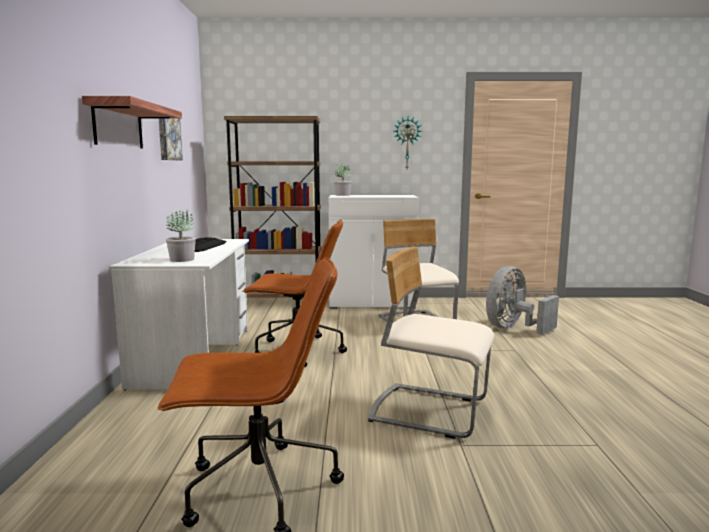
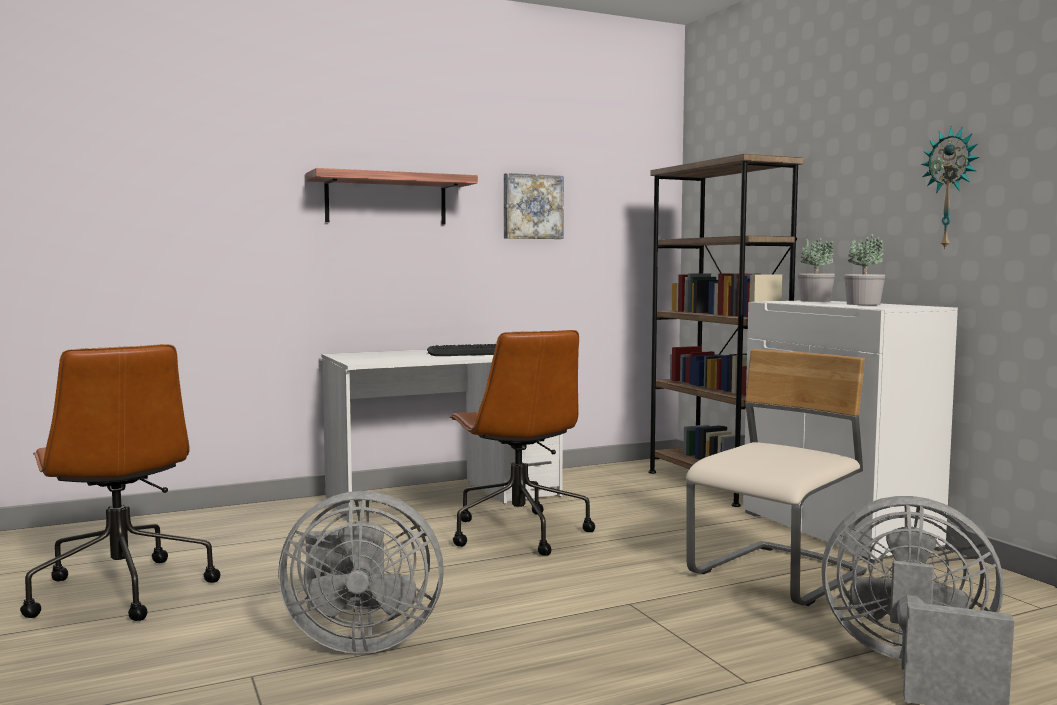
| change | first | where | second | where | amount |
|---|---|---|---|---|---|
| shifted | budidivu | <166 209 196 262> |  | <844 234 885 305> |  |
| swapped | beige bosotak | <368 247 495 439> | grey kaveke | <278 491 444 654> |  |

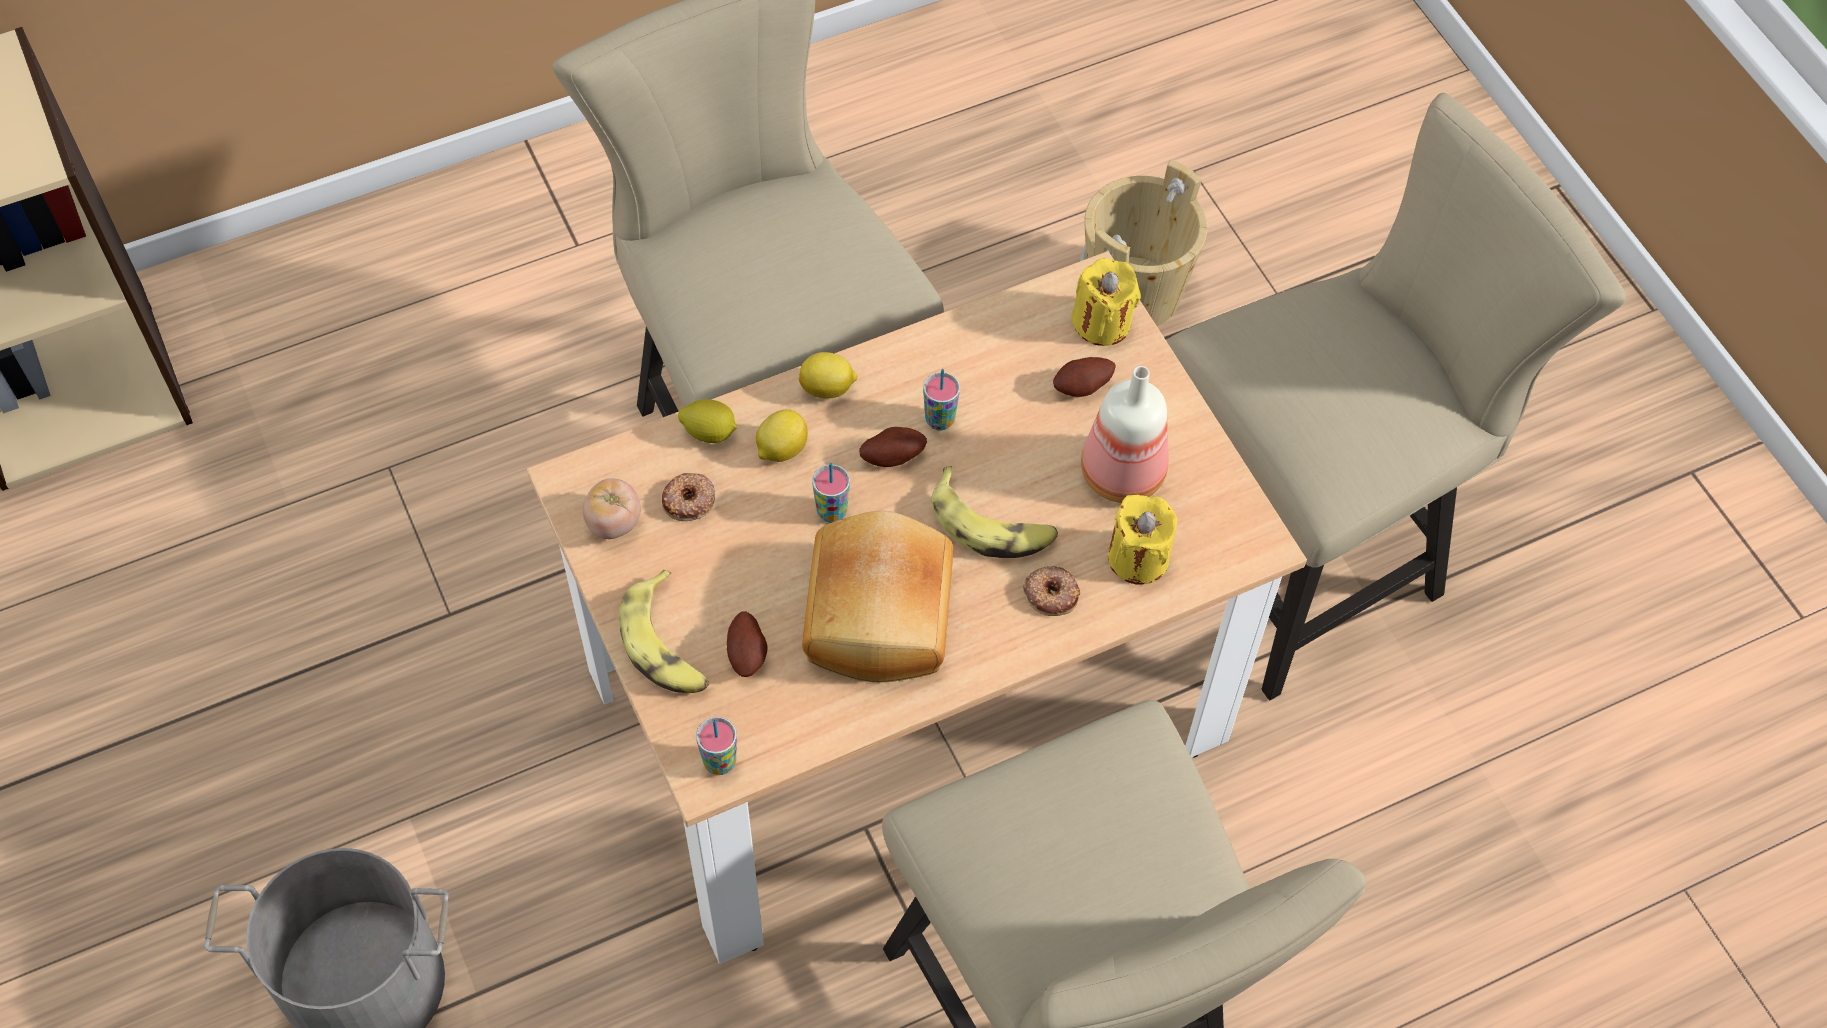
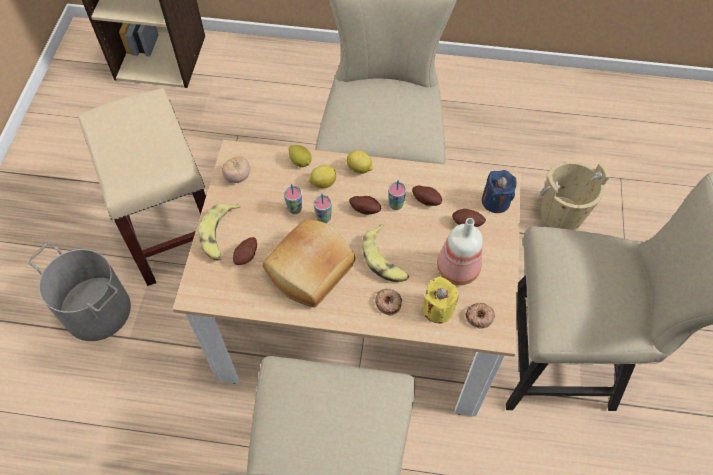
| change | first | where | second | where | amount |
|---|---|---|---|---|---|
| new |  |  | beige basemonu | <78 88 206 286> |  |
| new |  |  | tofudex | <412 186 442 206> |  |
| shifted | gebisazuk | <662 473 715 521> |  | <465 303 495 329> |  |
| shifted | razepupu | <696 717 737 775> |  | <284 184 302 214> |  |
| repainted | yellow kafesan | <1071 258 1141 346> | blue kafesan | <482 170 517 213> |  |

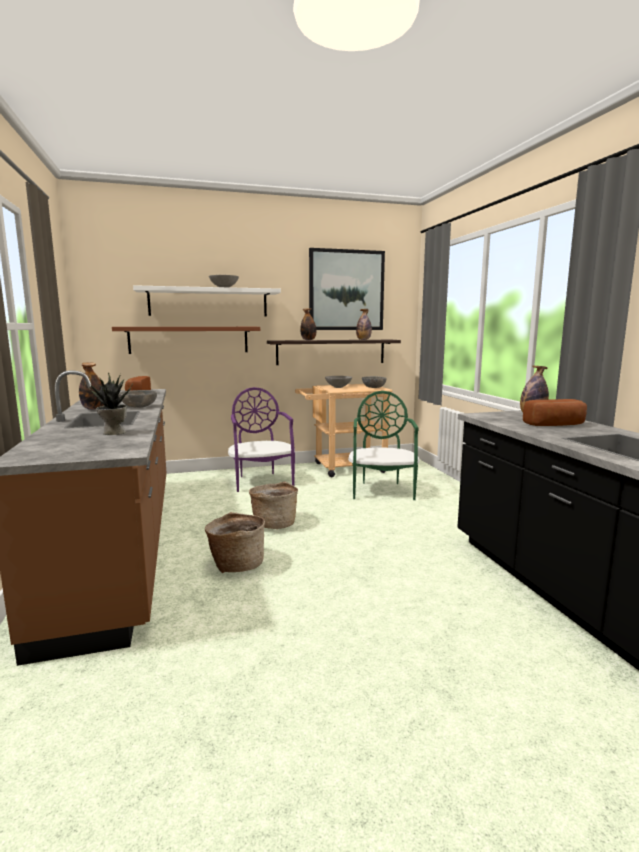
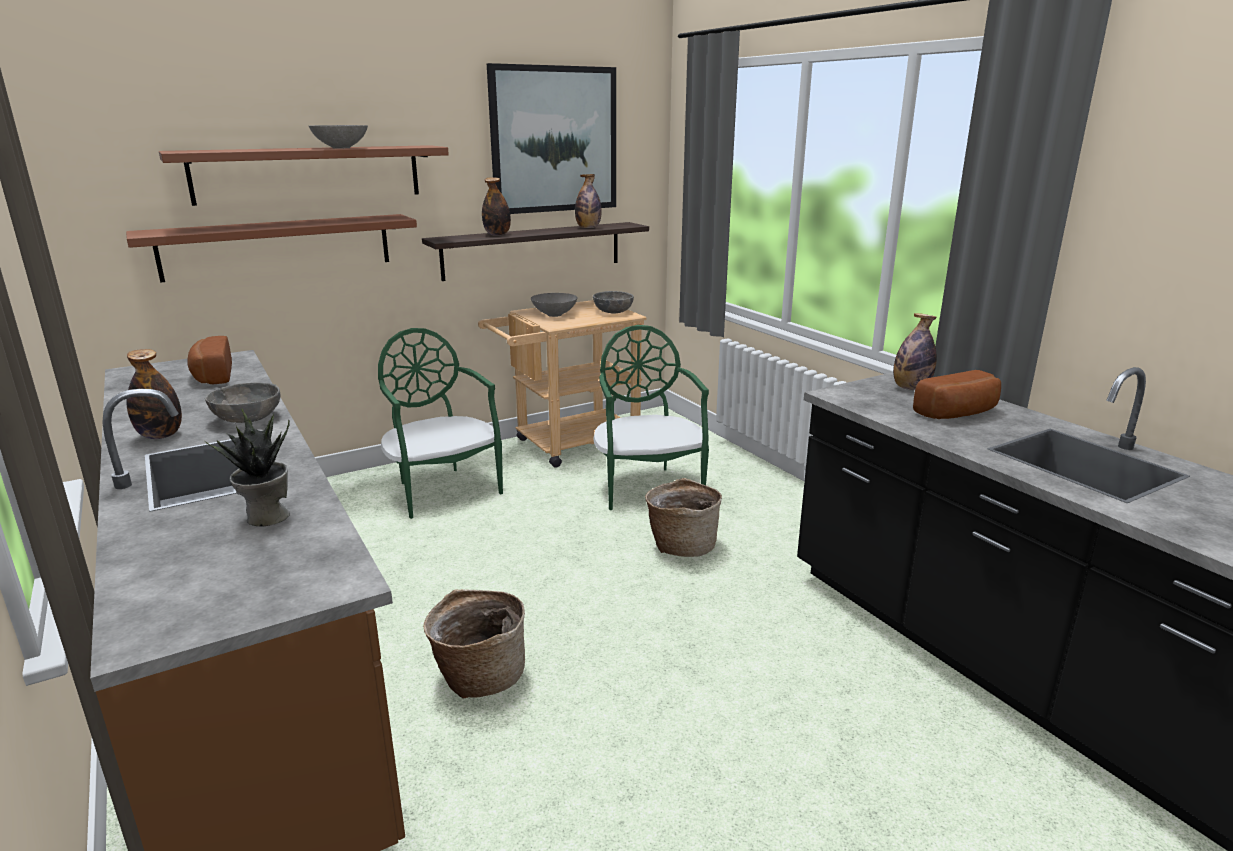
| change | first | where | second | where | amount |
|---|---|---|---|---|---|
| shifted | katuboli | <249 482 298 529> |  | <645 478 722 557> |  |
| repainted | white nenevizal | <133 285 281 316> | brown nenevizal | <159 145 449 206> |  |
| repainted | purple bosotak | <228 387 295 492> | green bosotak | <378 328 503 519> |  |

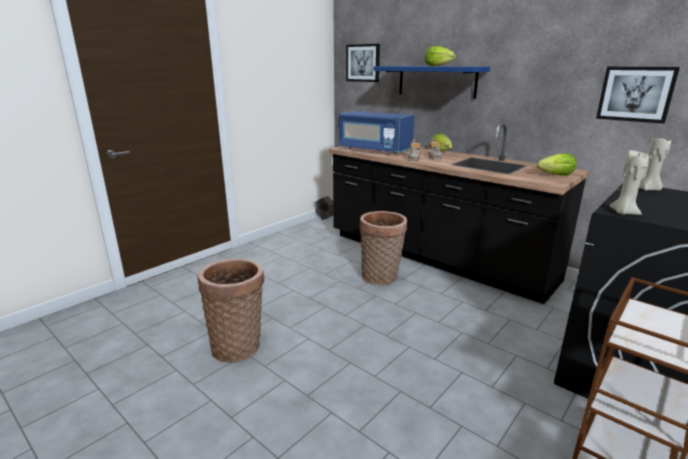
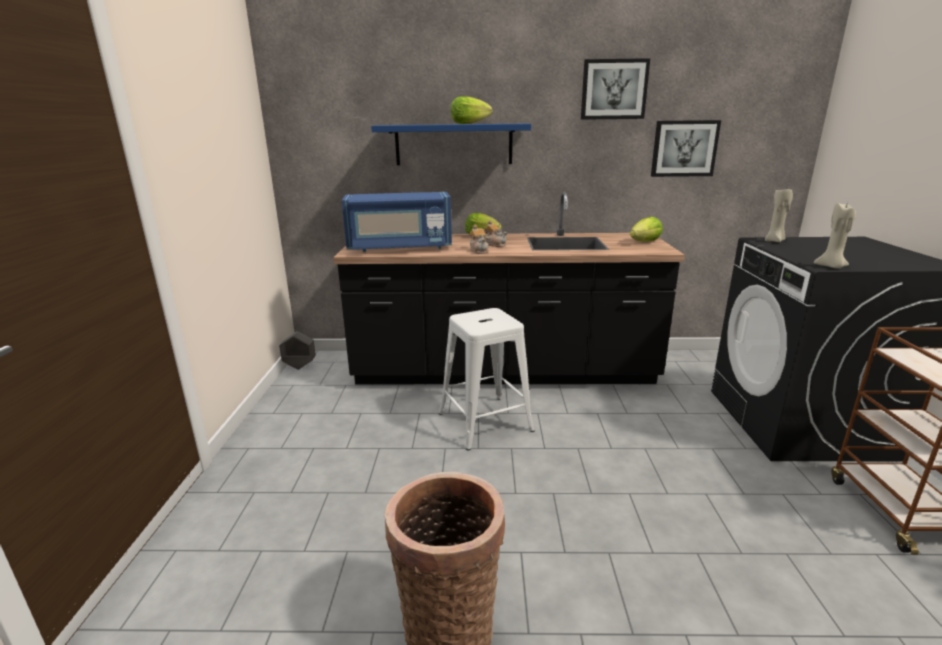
| change | first | where | second | where | amount |
|---|---|---|---|---|---|
| shifted | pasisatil | <346 44 380 82> |  | <581 58 650 120> |  |
| swapped | katuboli | <359 211 407 285> | white basemonu | <439 308 535 451> |  |

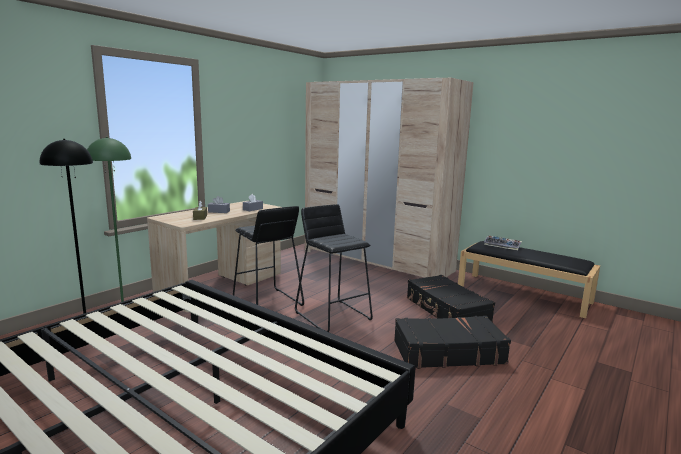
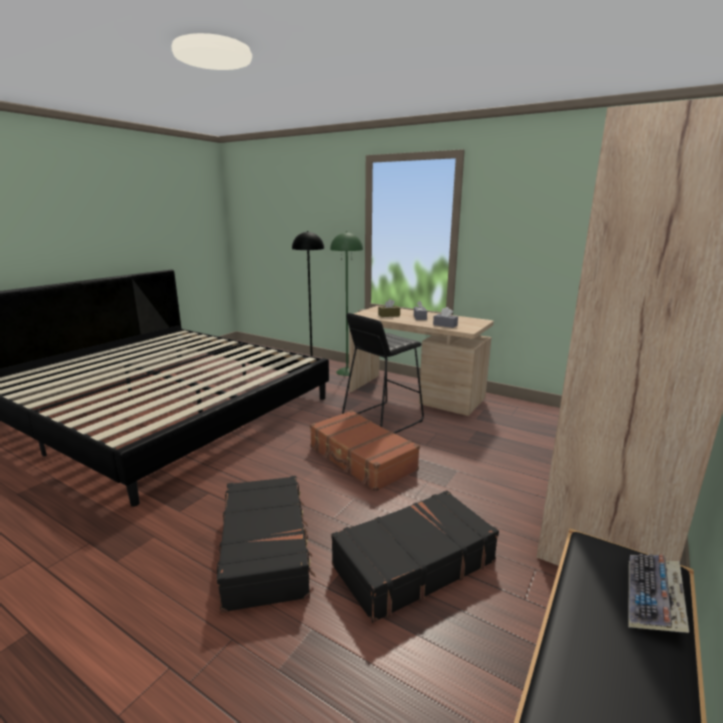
| change | first | where | second | where | amount |
|---|---|---|---|---|---|
| swapped | black basemonu | <295 204 373 332> | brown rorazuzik | <310 410 420 492> |  |

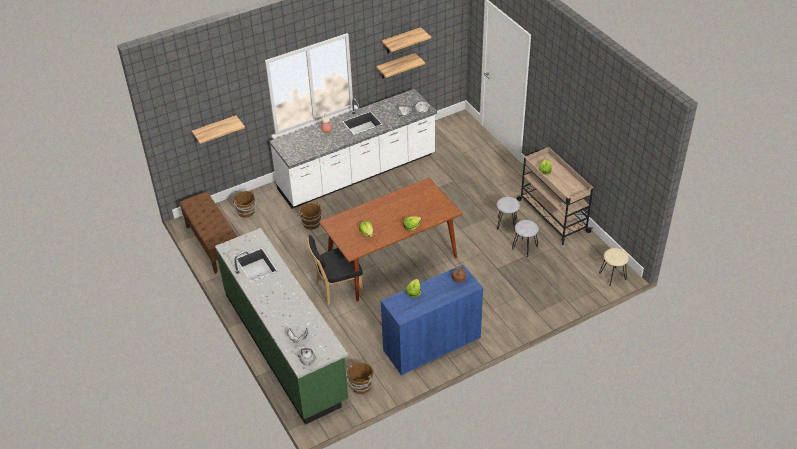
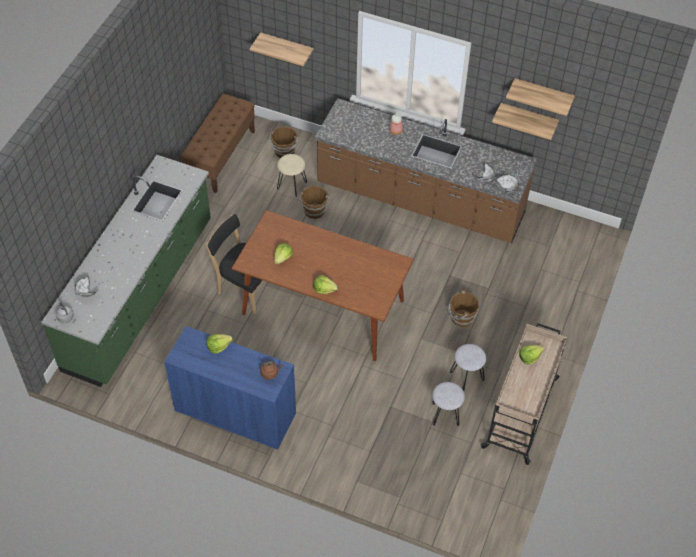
| change | first | where | second | where | amount |
|---|---|---|---|---|---|
| shifted | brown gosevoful | <346 362 374 394> |  | <448 290 480 327> |  |
| shifted | beige basemonu | <599 248 629 286> |  | <277 154 307 197> |  |
| repainted | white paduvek | <269 89 437 209> | brown paduvek | <315 98 537 243> |  |

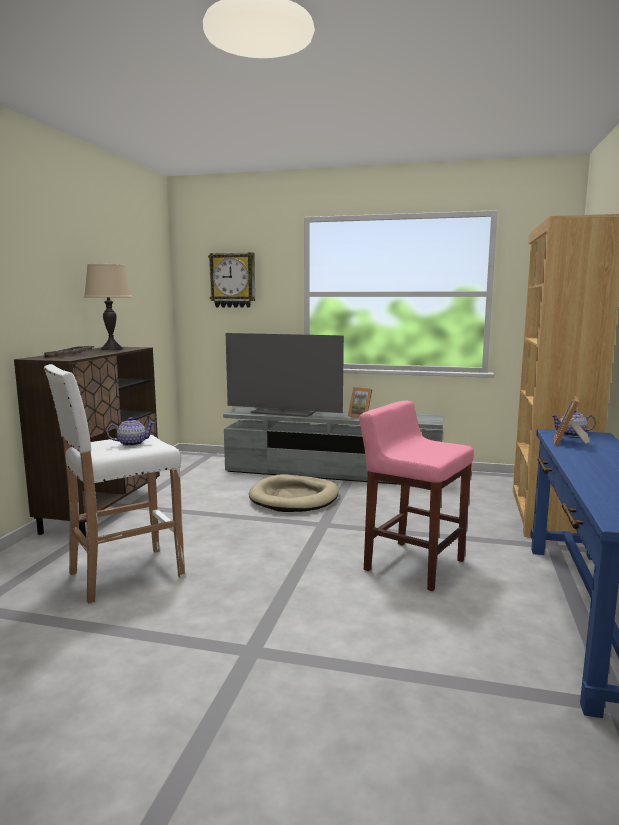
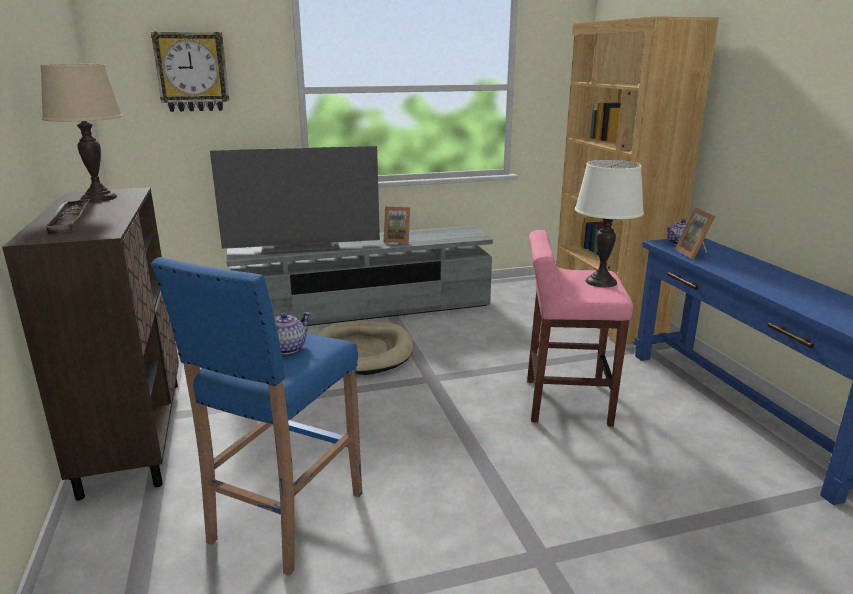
| change | first | where | second | where | amount |
|---|---|---|---|---|---|
| new |  |  | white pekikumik | <575 160 644 287> |  |
| repainted | white basemonu | <44 364 185 604> | blue basemonu | <151 257 362 576> |  |

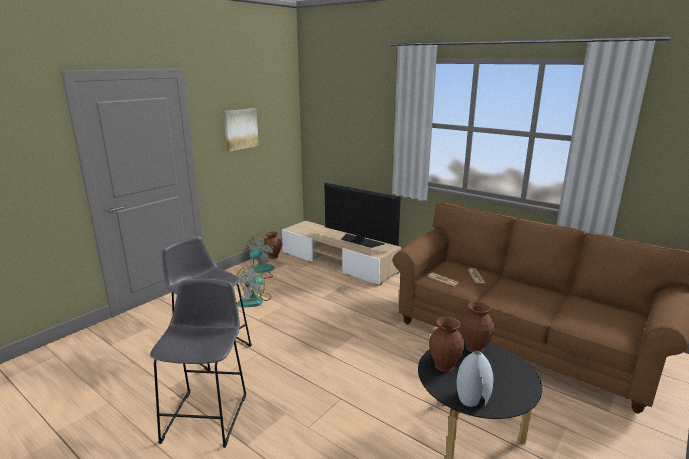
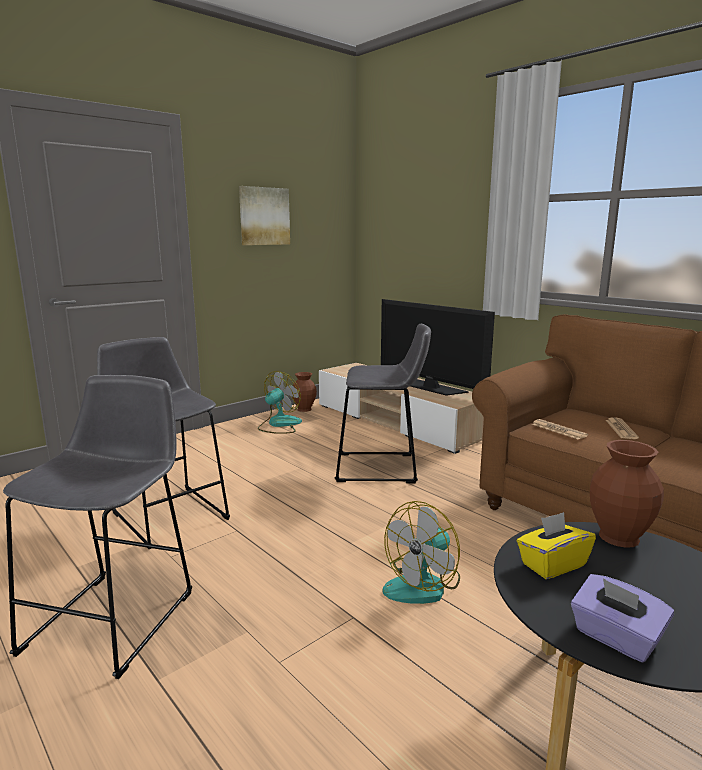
| change | first | where | second | where | amount |
|---|---|---|---|---|---|
| new |  |  | grey basemonu | <335 324 431 483> |  |
| shifted | kaveke | <236 266 271 307> |  | <383 501 460 604> |  |
| swapped | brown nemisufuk | <429 317 464 372> | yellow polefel | <517 512 596 579> |  |
| swapped | grey nemisufuk | <456 351 493 407> | purple polefel | <571 574 674 662> |  |

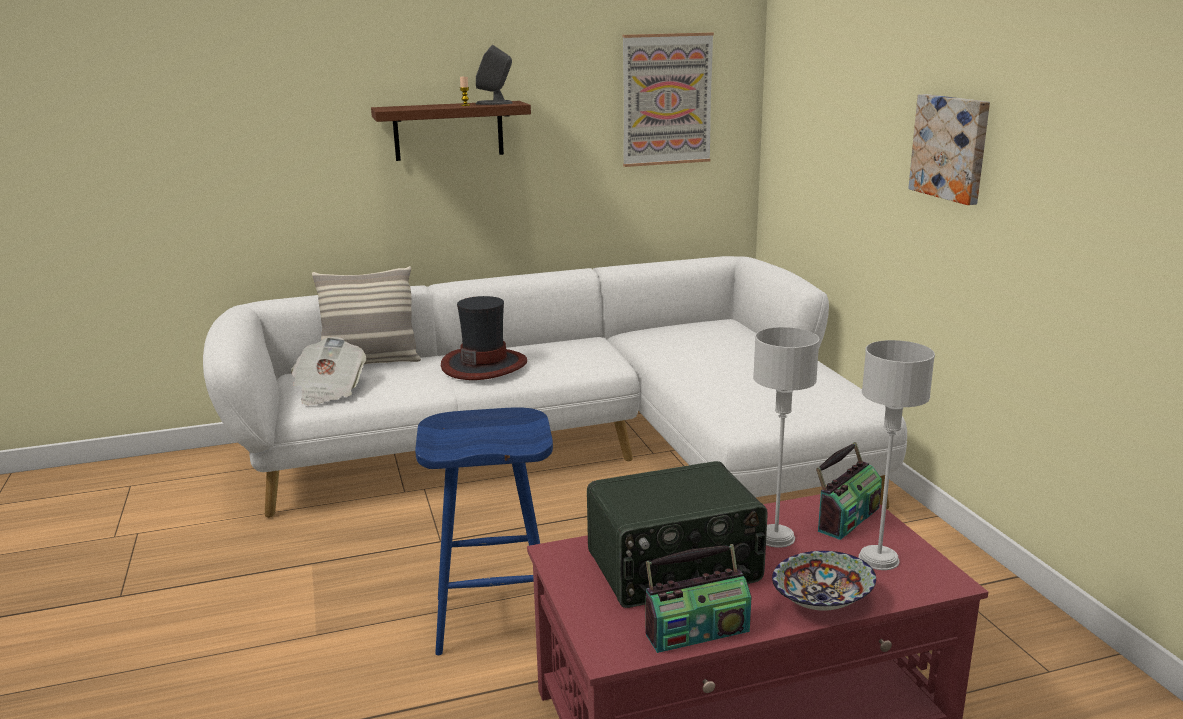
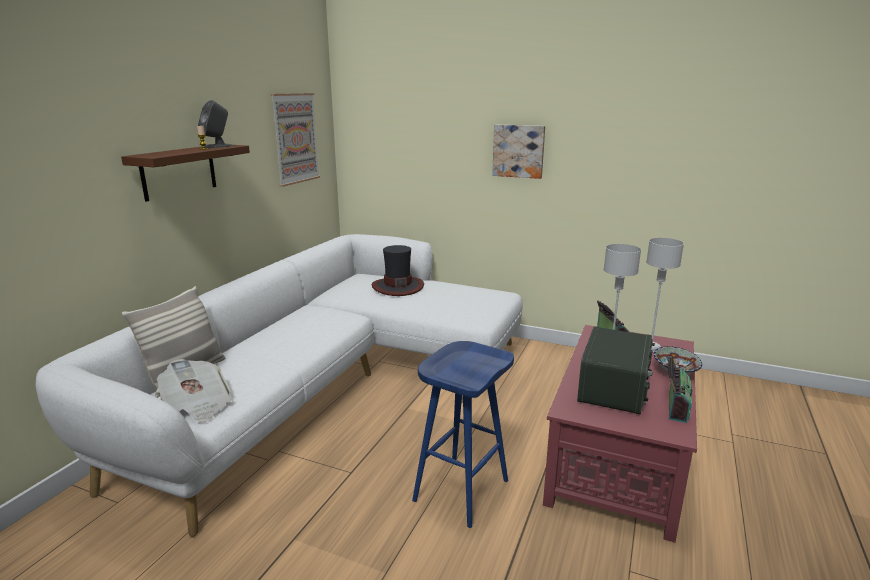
| change | first | where | second | where | amount |
|---|---|---|---|---|---|
| shifted | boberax | <441 296 527 380> |  | <372 245 424 296> |  |

